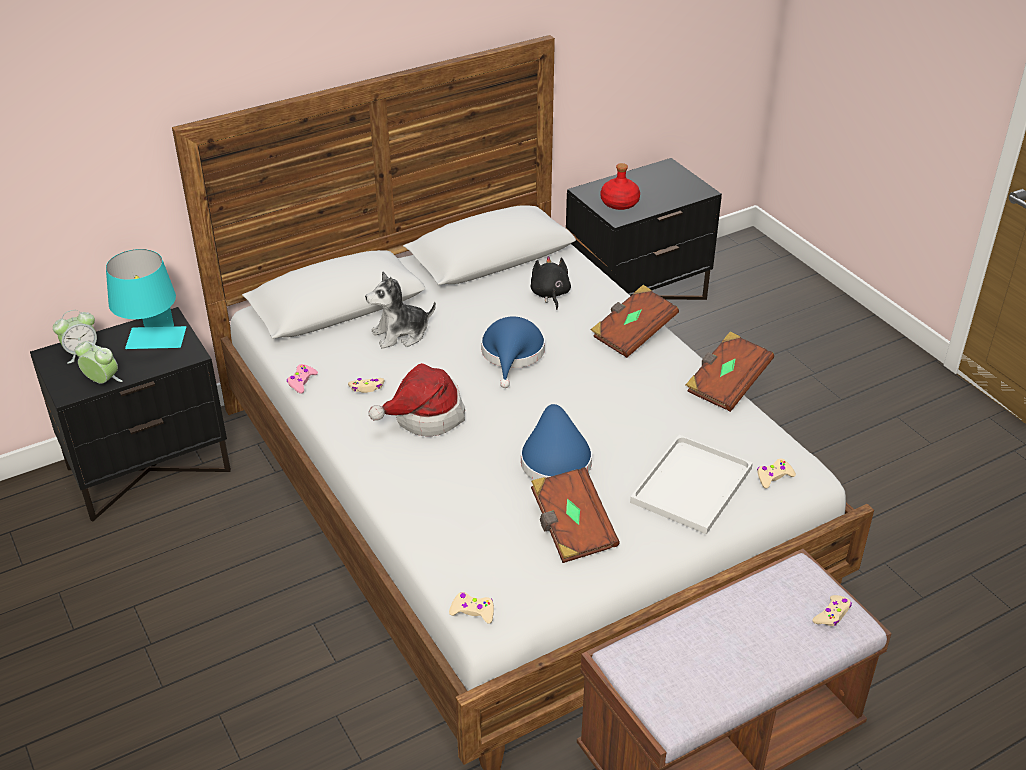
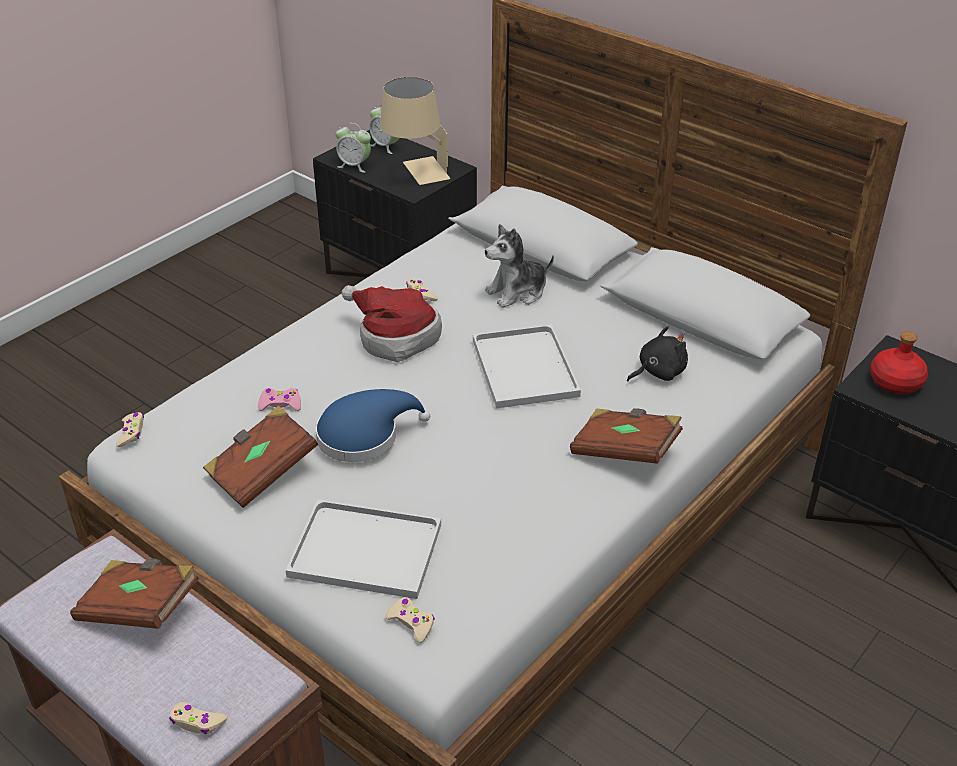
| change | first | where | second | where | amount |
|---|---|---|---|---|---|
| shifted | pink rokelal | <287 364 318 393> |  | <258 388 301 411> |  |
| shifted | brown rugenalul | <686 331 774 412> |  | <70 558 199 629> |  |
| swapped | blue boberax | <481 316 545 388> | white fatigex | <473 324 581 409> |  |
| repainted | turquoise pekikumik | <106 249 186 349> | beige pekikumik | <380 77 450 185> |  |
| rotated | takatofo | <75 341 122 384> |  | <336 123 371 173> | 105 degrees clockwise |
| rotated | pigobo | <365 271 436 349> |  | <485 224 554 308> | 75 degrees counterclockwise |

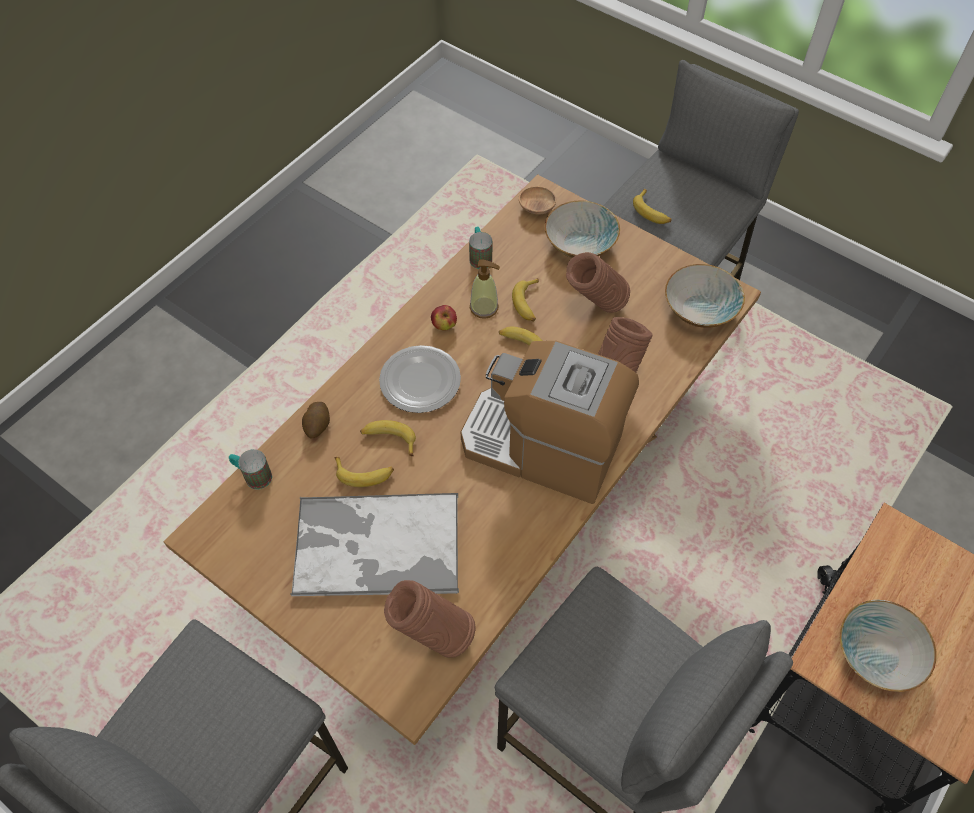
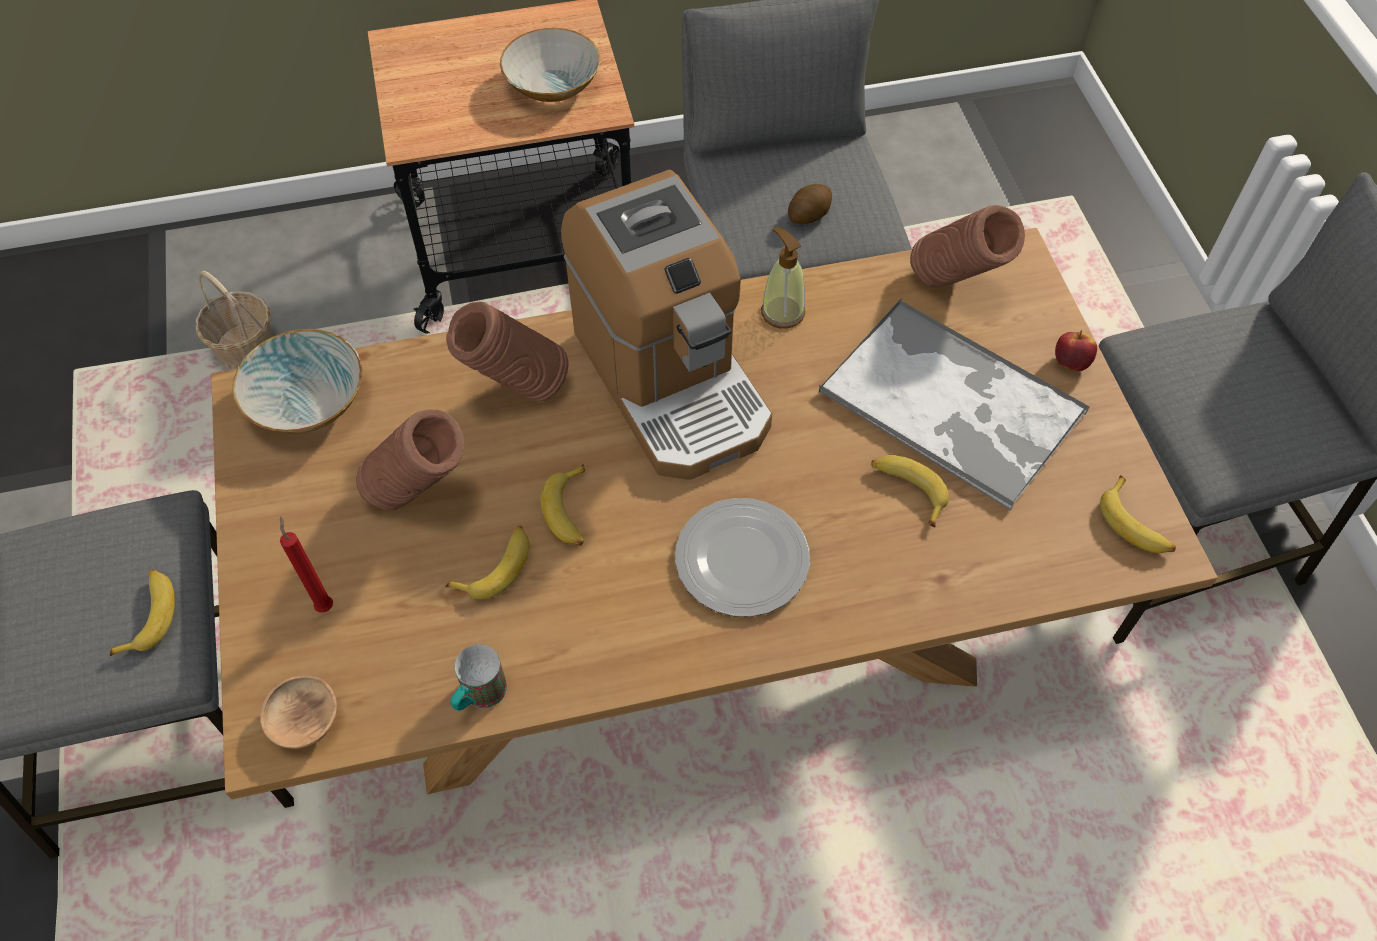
| change | first | where | second | where | amount |
|---|---|---|---|---|---|
| gone | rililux | <229 449 272 490> |  |  |  |
| new |  |  | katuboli | <196 271 273 369> |  |
| shifted | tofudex | <302 402 330 439> |  | <788 184 832 224> |  |
| shifted | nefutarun | <360 420 416 456> |  | <1100 475 1176 553> |  |
| shifted | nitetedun | <431 305 457 331> |  | <1055 330 1097 371> |  |
| shifted | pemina | <470 259 500 319> |  | <761 227 805 329> |  |
| swapped | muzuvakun | <545 200 620 258> | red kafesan | <280 516 333 613> |  |

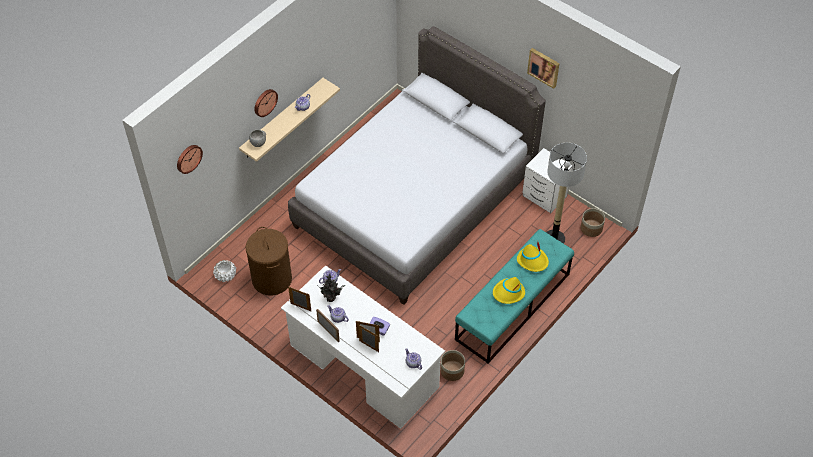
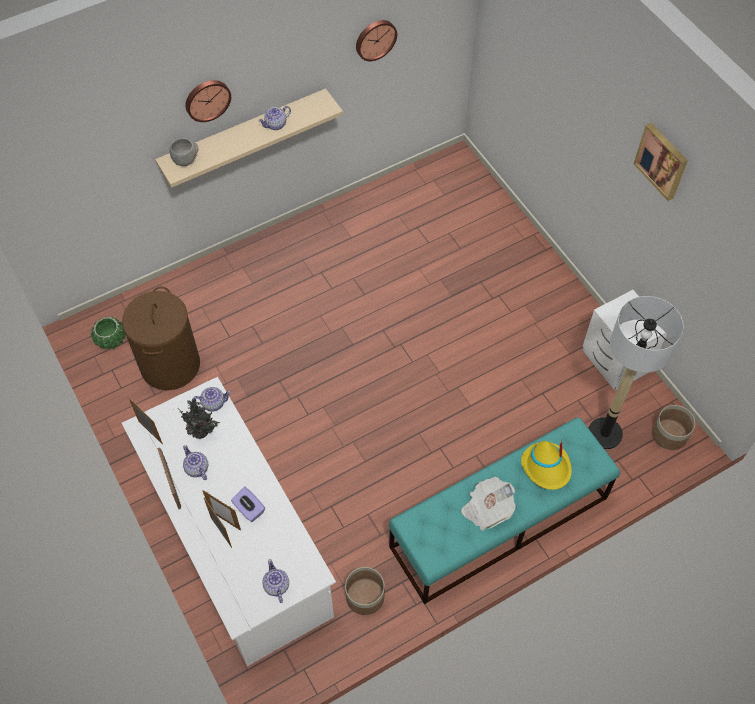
| change | first | where | second | where | amount |
|---|---|---|---|---|---|
| gone | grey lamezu | <288 26 546 305> |  |  |  |
| shifted | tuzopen | <177 145 203 174> |  | <356 20 397 61> |  |
| swapped | yellow boberax | <493 277 525 304> | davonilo | <461 477 516 531> |  |
| repainted | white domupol | <213 260 236 282> | green domupol | <91 317 126 350> |  |

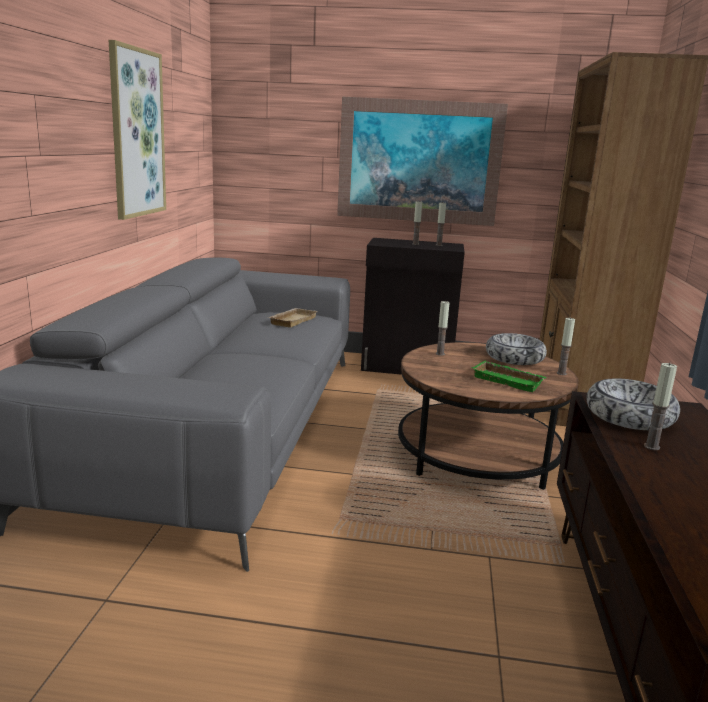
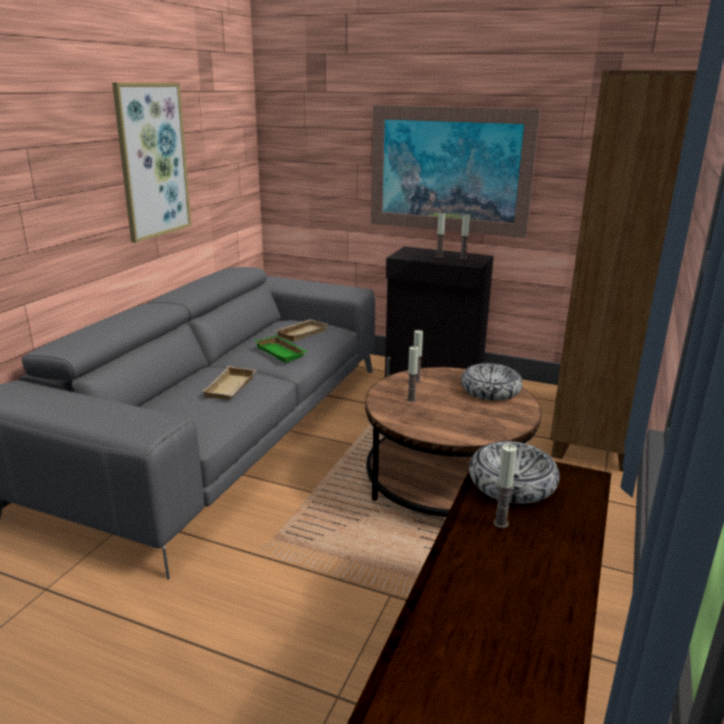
| change | first | where | second | where | amount |
|---|---|---|---|---|---|
| new |  |  | beige fatigex | <201 366 256 400> |  |
| shifted | green fatigex | <472 360 547 392> |  | <254 335 308 363> |  |
| shifted | kafesan | <557 317 575 375> |  | <407 346 419 402> |  |

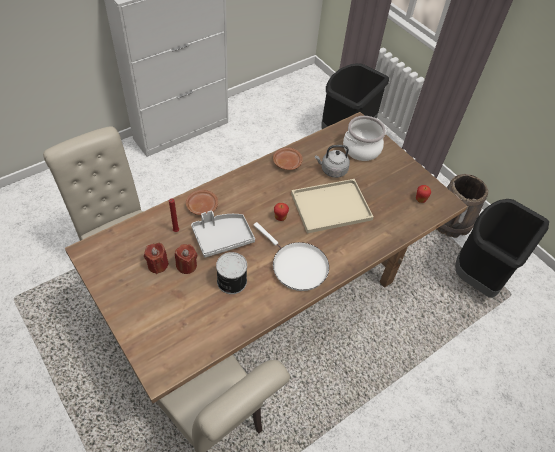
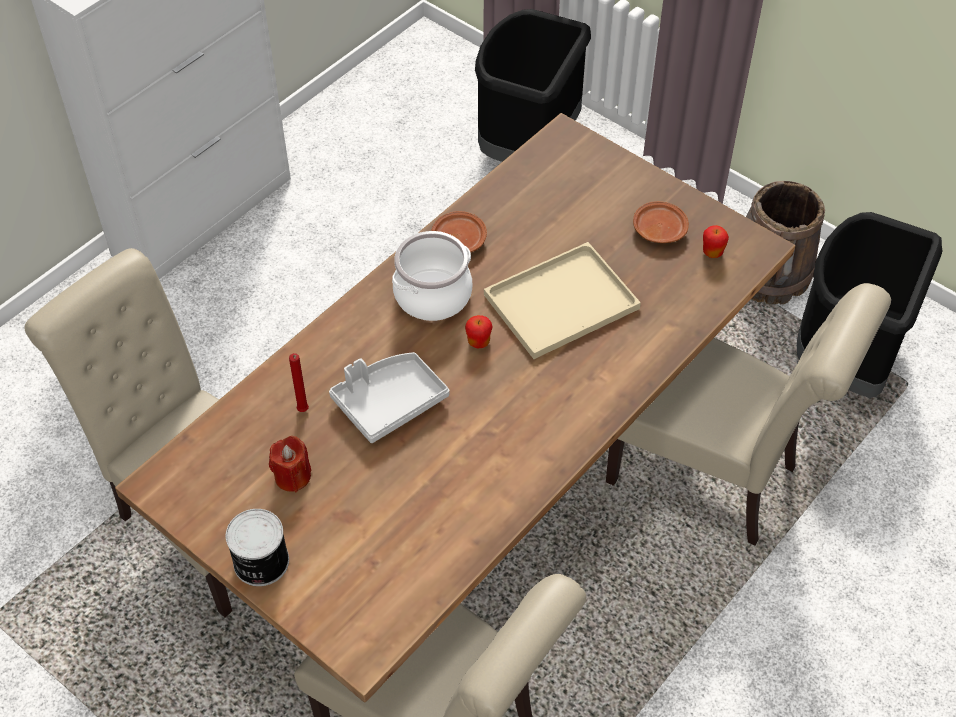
| change | first | where | second | where | amount |
|---|---|---|---|---|---|
| gone | red kafesan | <175 244 198 274> |  |  |  |
| gone | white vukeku | <254 222 329 291> |  |  |  |
| gone | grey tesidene | <315 145 350 178> |  |  |  |
| new |  |  | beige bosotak | <606 283 891 545> |  |
| shifted | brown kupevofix | <186 190 218 215> |  | <633 201 689 243> |  |
| shifted | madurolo | <216 252 247 294> |  | <226 509 289 586> |  |
| shifted | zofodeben | <343 116 386 161> |  | <392 231 472 321> |  |

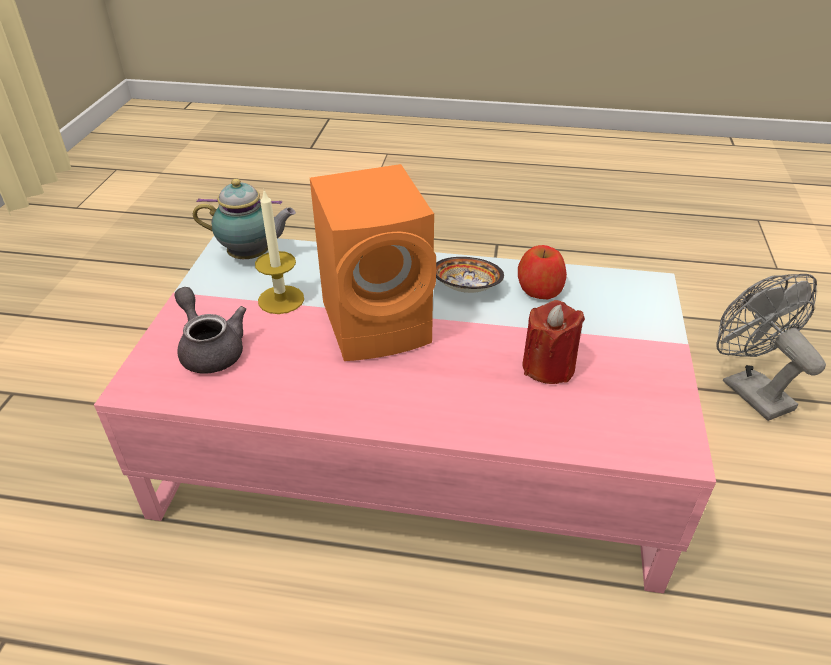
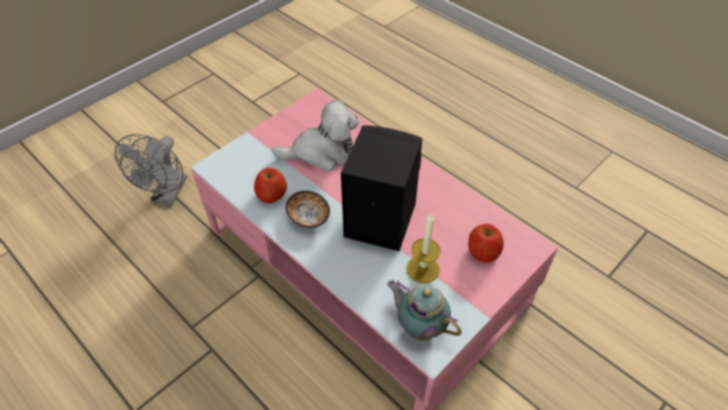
| change | first | where | second | where | amount |
|---|---|---|---|---|---|
| swapped | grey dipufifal | <174 287 246 374> | nitetedun | <468 224 504 262> |  |
| swapped | red kafesan | <522 300 585 384> | pigobo | <272 100 359 171> |  |
| repainted | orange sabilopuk | <310 164 436 361> | black sabilopuk | <341 125 422 251> |  |

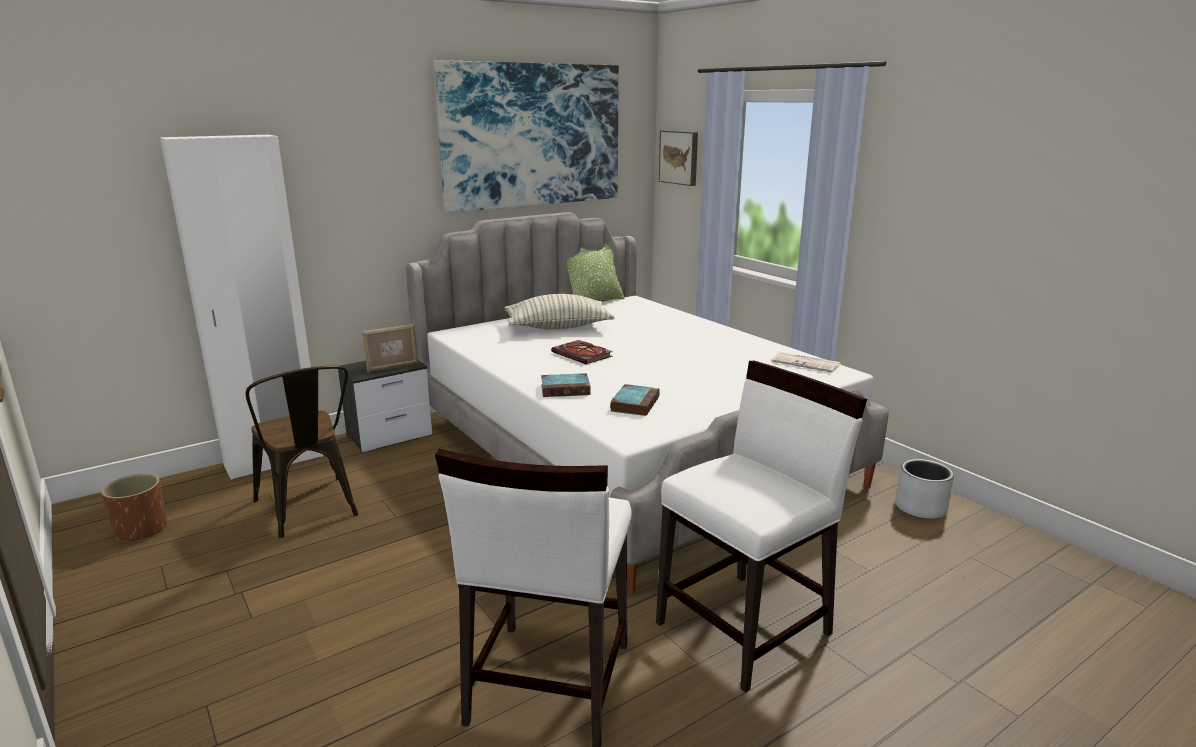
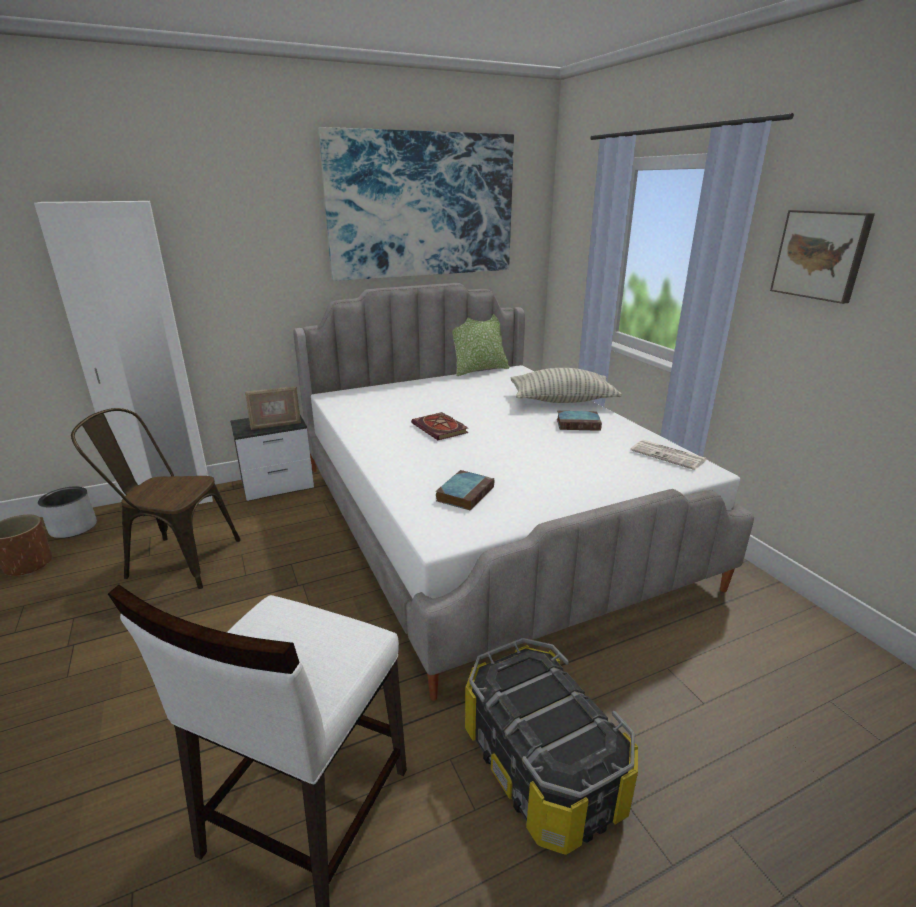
| change | first | where | second | where | amount |
|---|---|---|---|---|---|
| shifted | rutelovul | <504 294 614 330> |  | <511 368 622 403> |  |
| shifted | rugenalul | <541 373 591 397> |  | <557 411 602 431> |  |
| shifted | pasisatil | <659 130 698 186> |  | <770 210 875 304> |  |
| shifted | grey domupol | <895 459 954 519> |  | <38 486 97 538> |  |
| swapped | white bosotak | <656 361 867 693> | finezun | <465 638 638 855> |  |
| rotated | brown bosotak | <246 365 359 538> |  | <71 408 241 589> | 120 degrees clockwise |

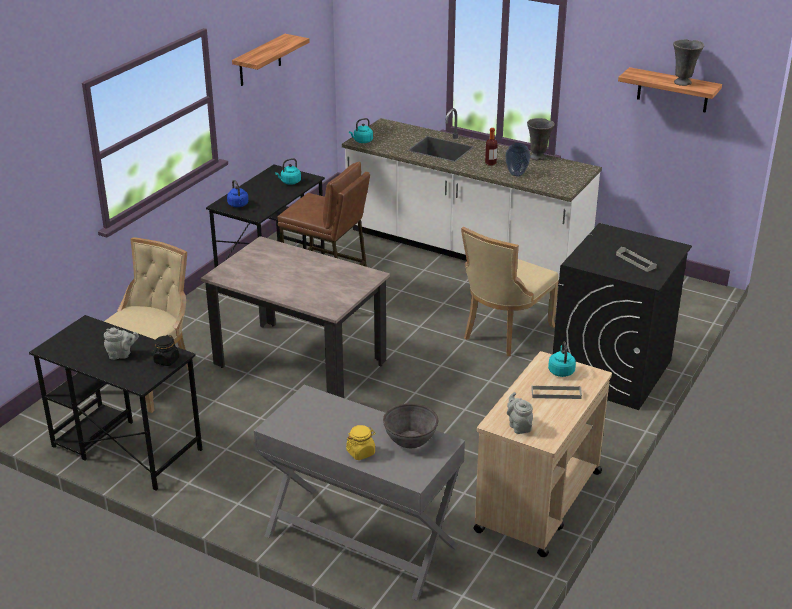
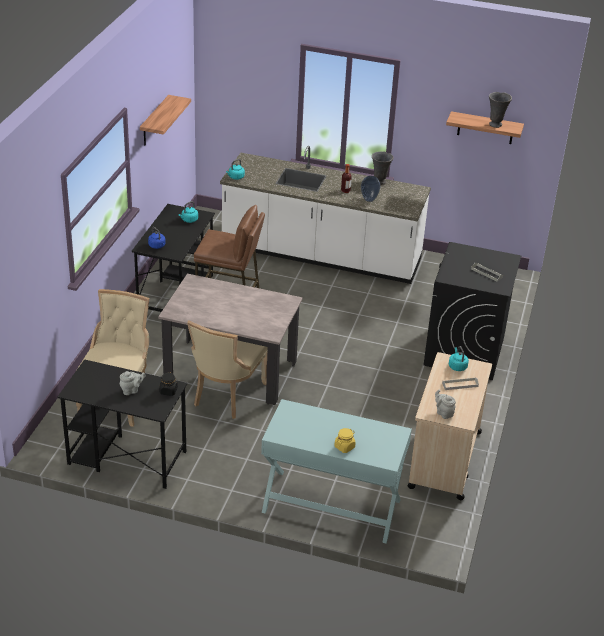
| change | first | where | second | where | amount |
|---|---|---|---|---|---|
| gone | grey muzuvakun | <383 403 438 448> |  |  |  |
| shifted | beige bosotak | <461 226 559 356> |  | <187 321 268 419> |  |
| repainted | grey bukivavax | <254 385 465 601> | turquoise bukivavax | <261 399 412 543> |  |

